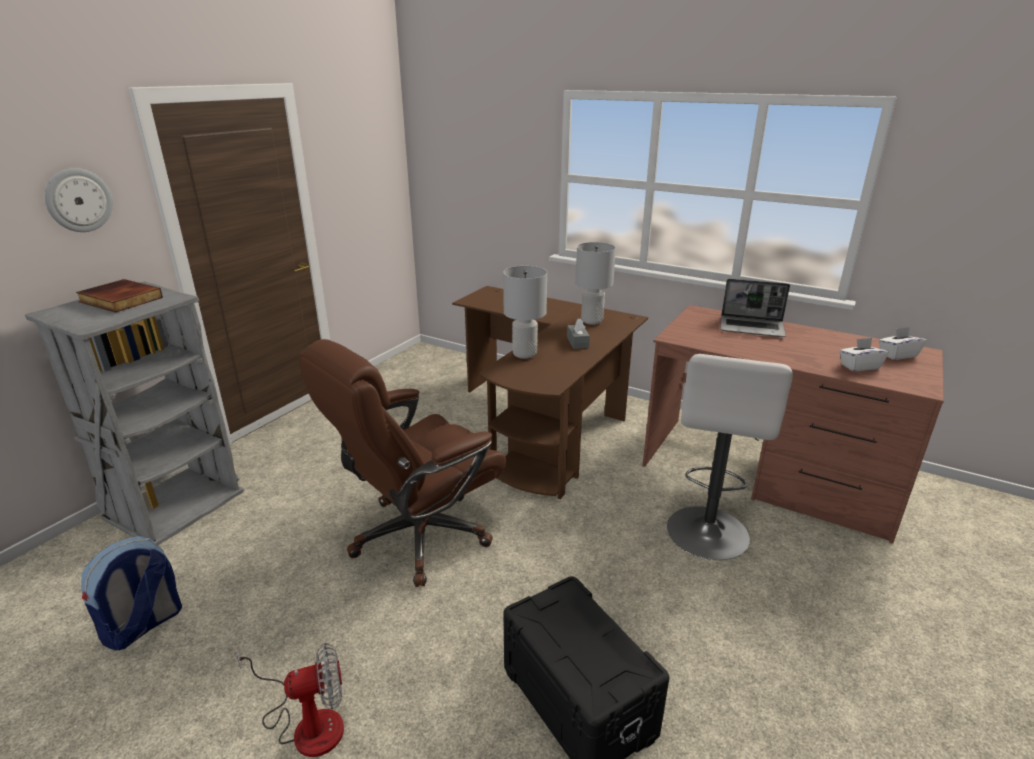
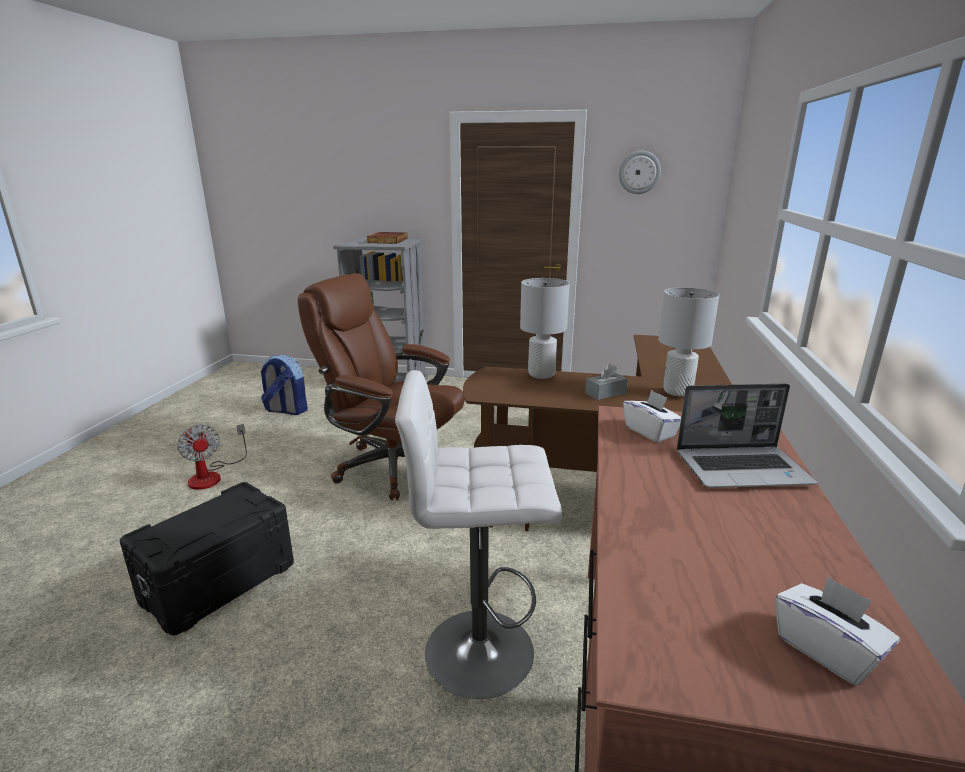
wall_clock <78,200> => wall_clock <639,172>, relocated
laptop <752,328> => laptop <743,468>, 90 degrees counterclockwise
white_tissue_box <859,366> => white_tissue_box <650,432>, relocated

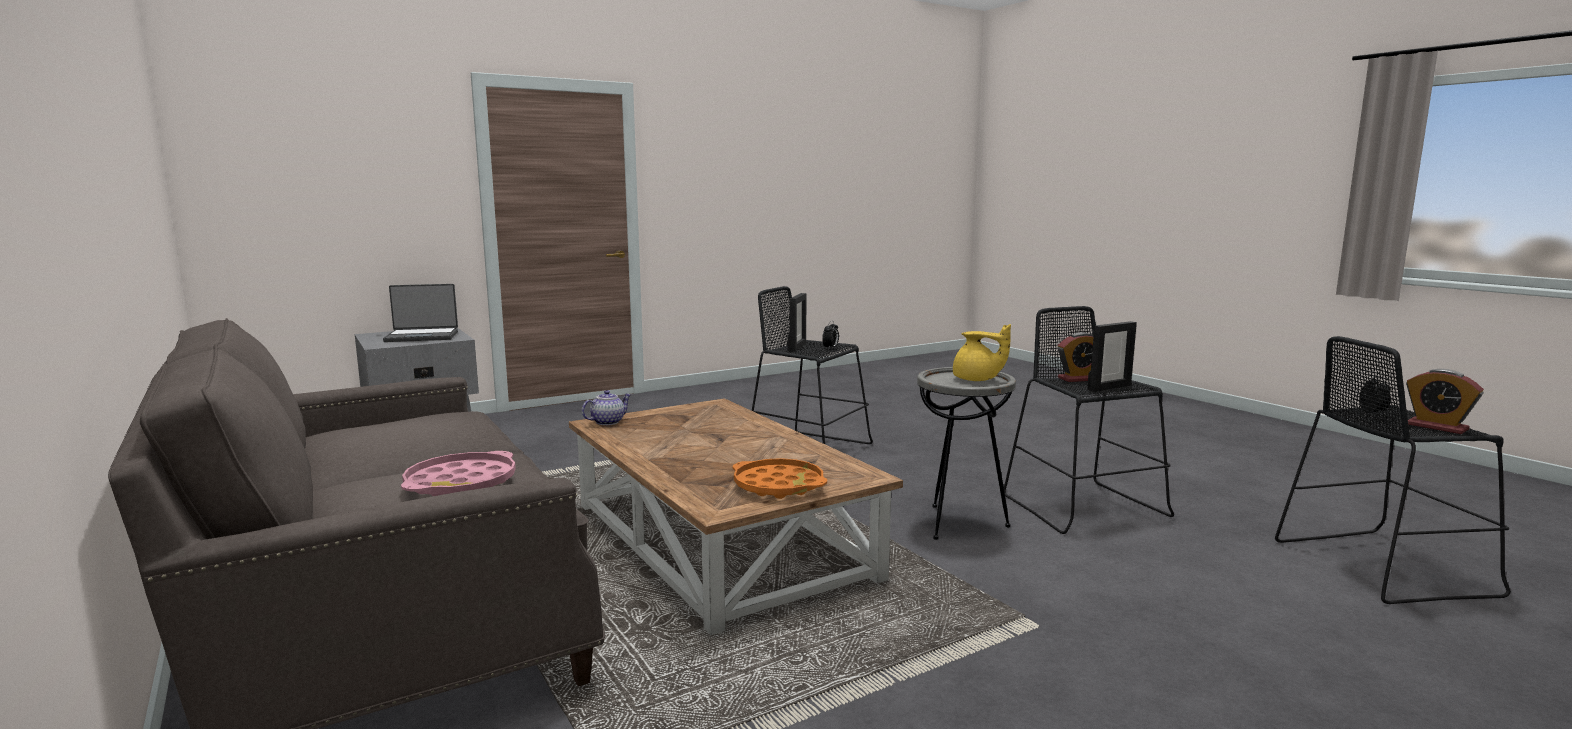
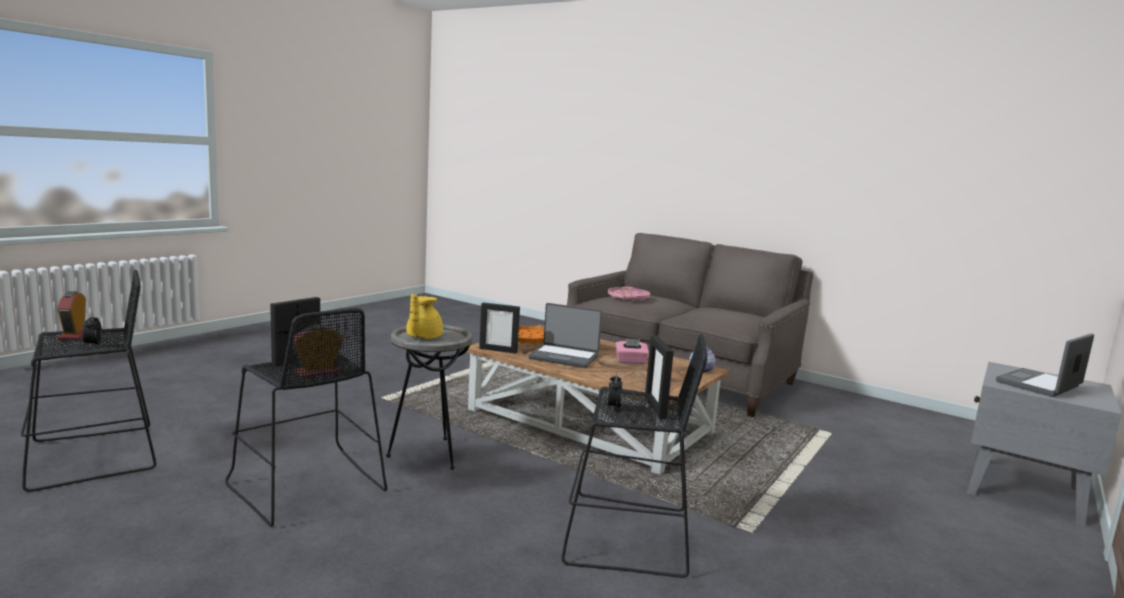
yellow_teapot <977,380> => yellow_teapot <422,337>, 75 degrees counterclockwise
alarm_clock <1437,427> => alarm_clock <74,335>, 135 degrees counterclockwise
nothing => picture_frame <498,350>
nothing => laptop <564,357>
nothing => pink_tissue_box <630,361>

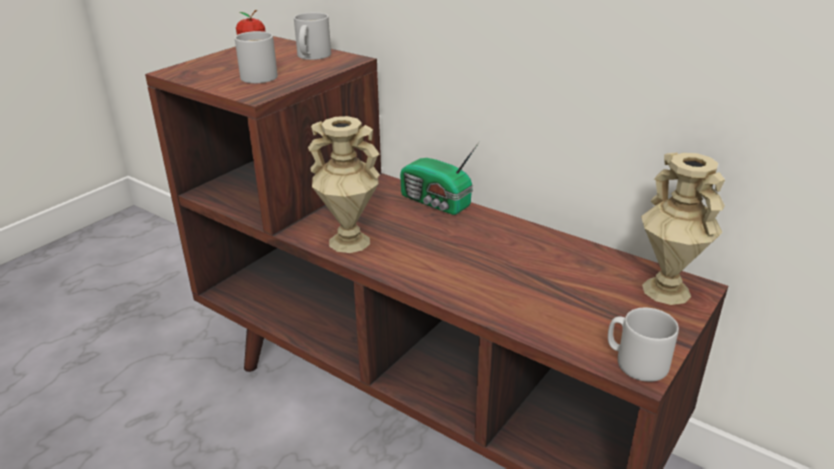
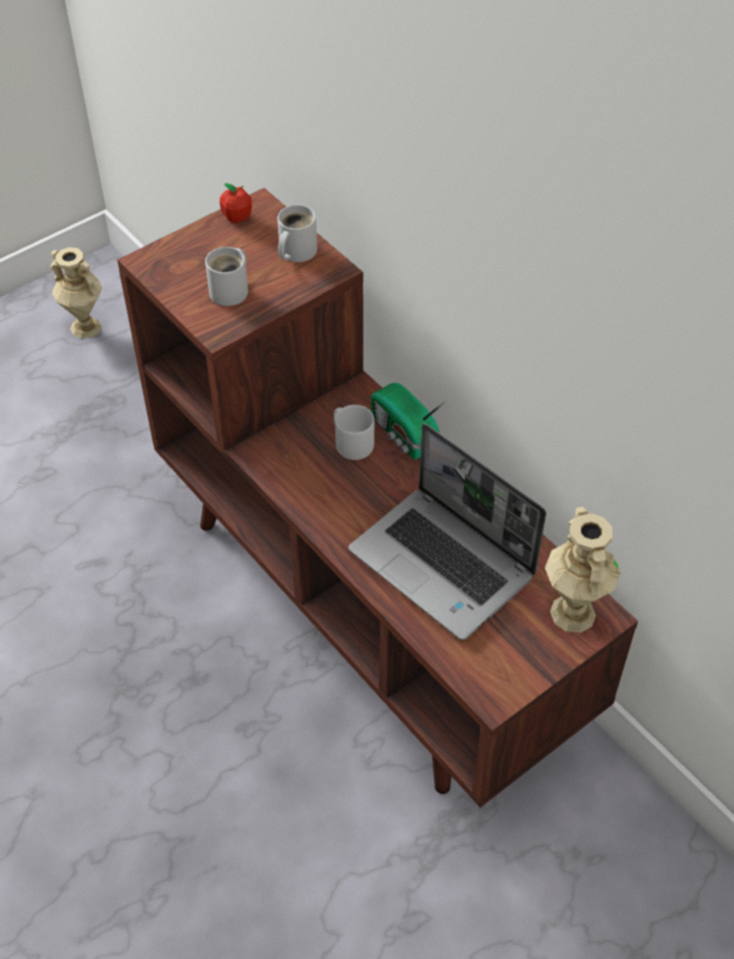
beige_vase <348,242> => beige_vase <85,328>, relocated
grey_mug <635,362> => grey_mug <351,443>, relocated
nothing => laptop <444,564>

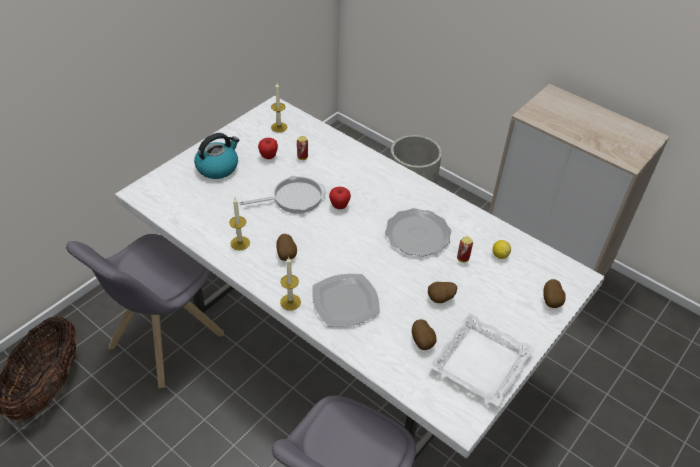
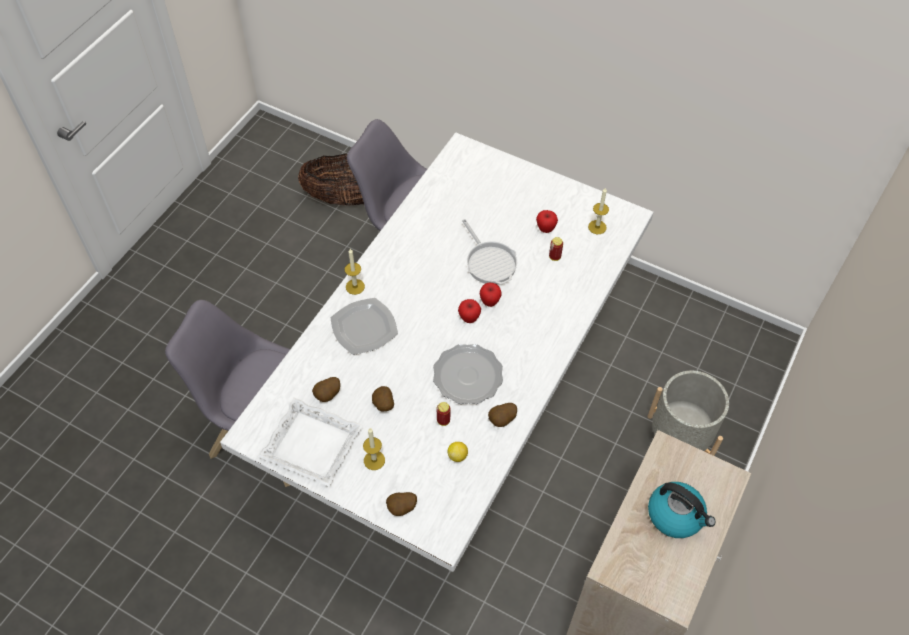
kettle <218,167> => kettle <676,515>, relocated
candle <240,243> => candle <374,460>, relocated
potato <287,255> => potato <502,420>, relocated
nothing => apple <469,318>

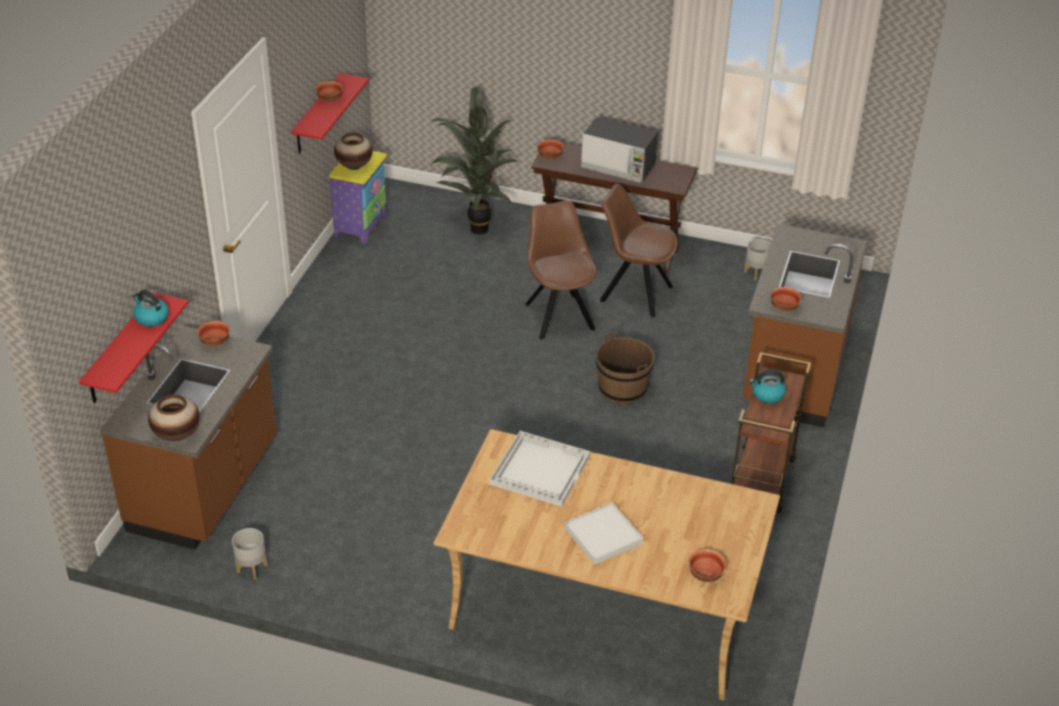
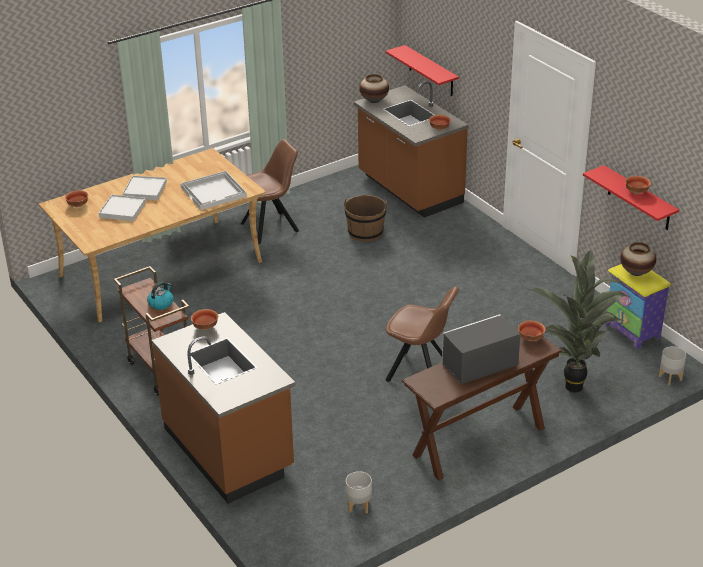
kettle <151,318> => nothing
grey_planter <251,568> => grey_planter <670,378>, relocated
brown_bucket <622,388> => brown_bucket <365,232>, relocated
brown_chair <635,294> => brown_chair <270,227>, relocated
nothing => white_tray <122,210>

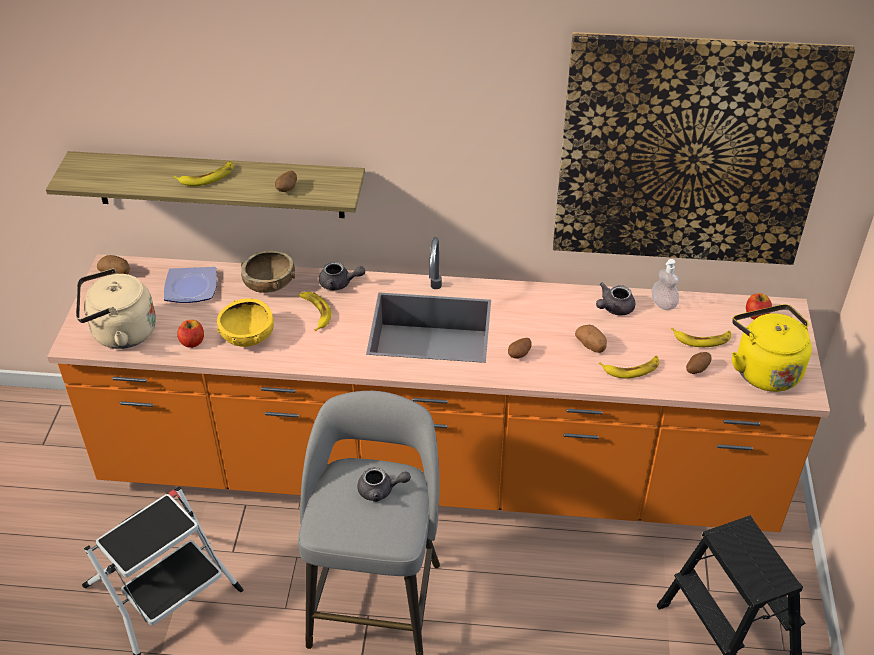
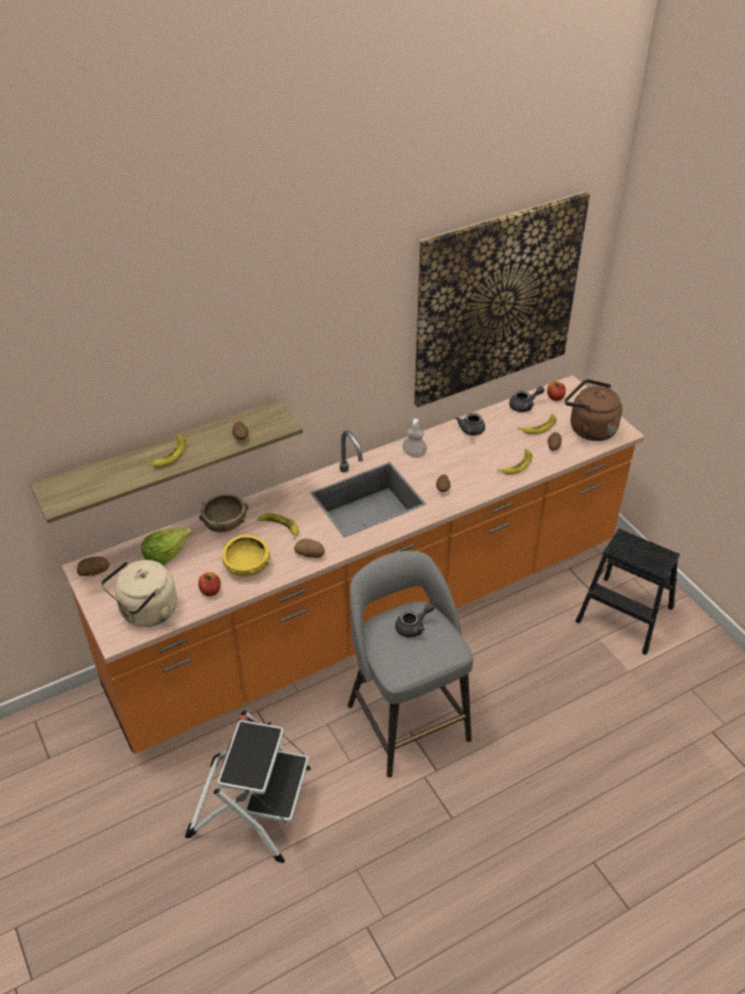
plate <190,287> => lettuce <166,554>
grey_teapot <339,283> => grey_teapot <524,406>, relocated
potato <591,346> => potato <310,554>, relocated
soap_dispenser <663,304> => soap_dispenser <414,454>, relocated
yellow_kettle <764,369> => brown_kettle <589,428>

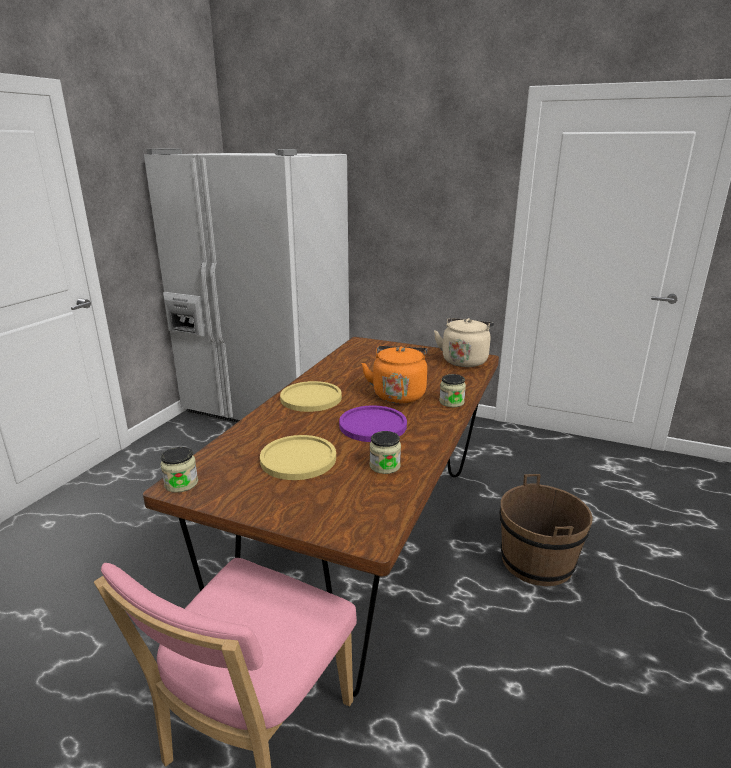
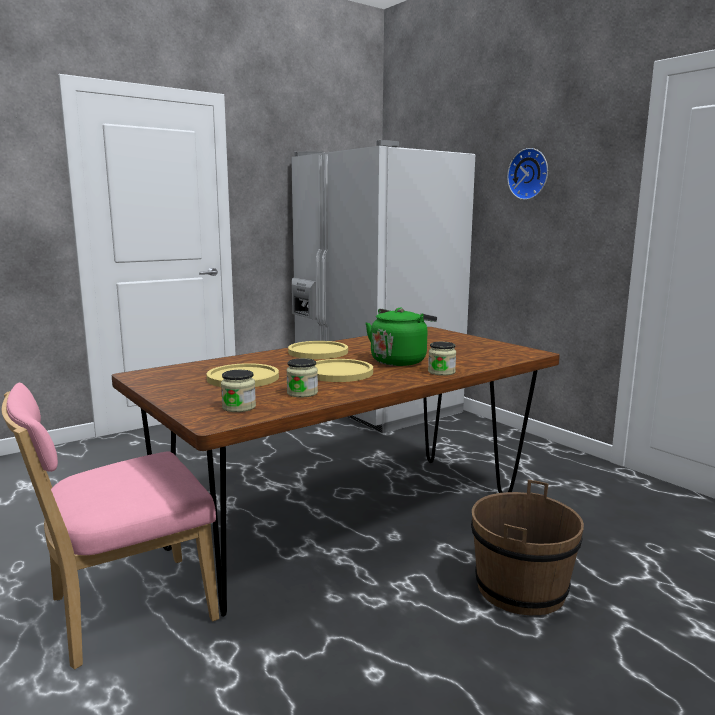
jar <181,483> => jar <239,407>, relocated
purple_plate <373,425> => yellow_plate <339,372>
orange_kettle <398,394> => green_kettle <400,360>
beige_kettle <464,360> => nothing
nothing => wall_clock <529,174>

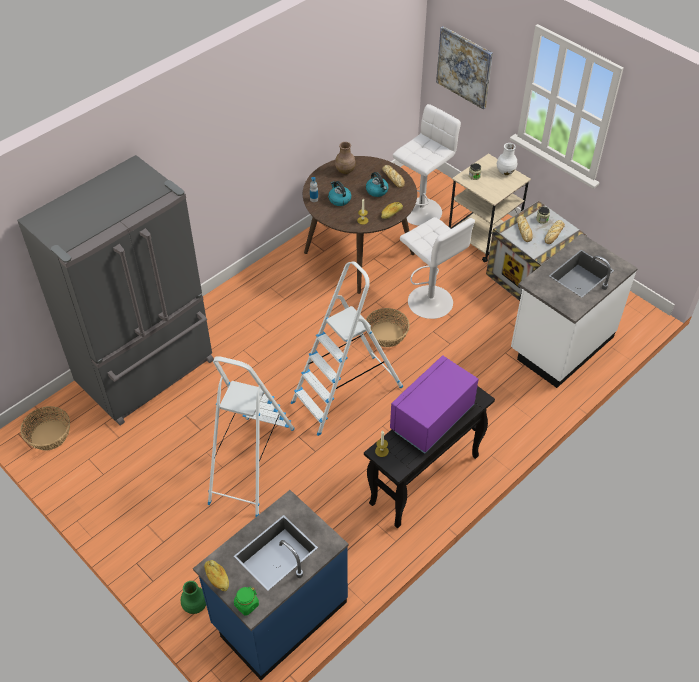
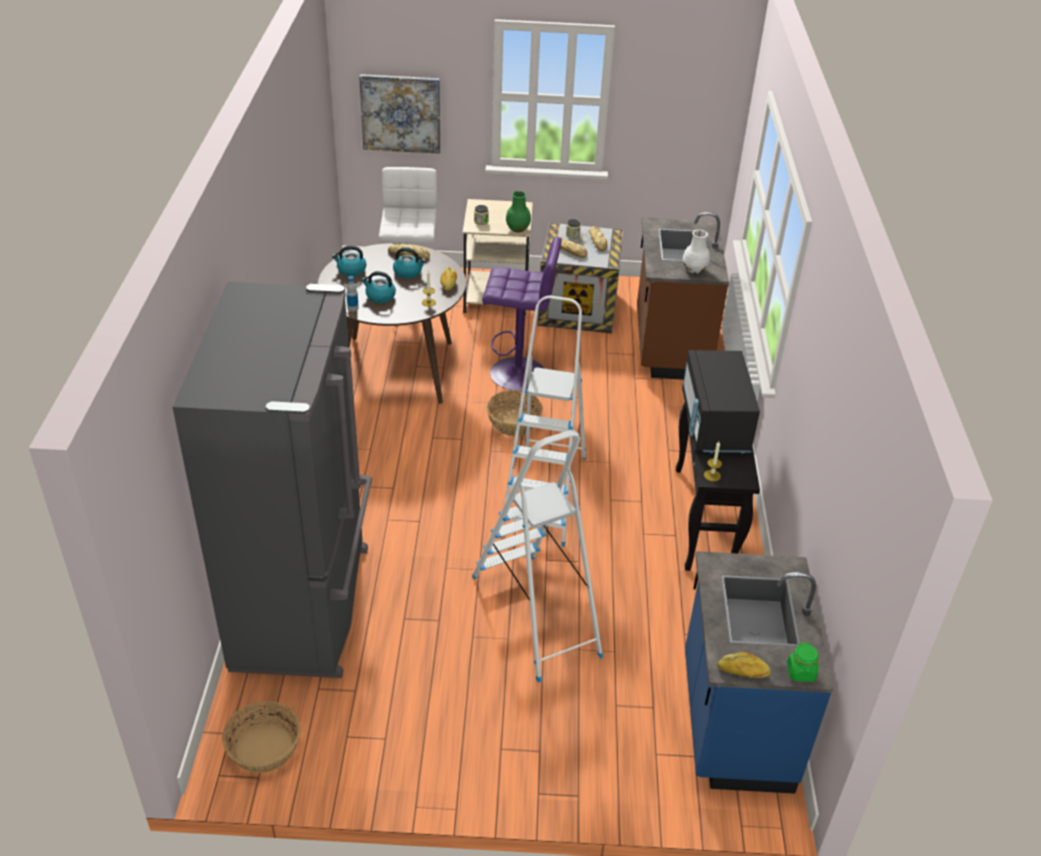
green_vase <195,606> => green_vase <517,229>, relocated
brown_vase <345,171> => kettle <351,270>
purple_microwave <431,418> => black_microwave <714,424>
white_stool <430,302> => purple_stool <518,374>
white_vase <505,172> => white_vase <694,270>, relocated
white_counter <560,344> => brown_counter <669,346>

